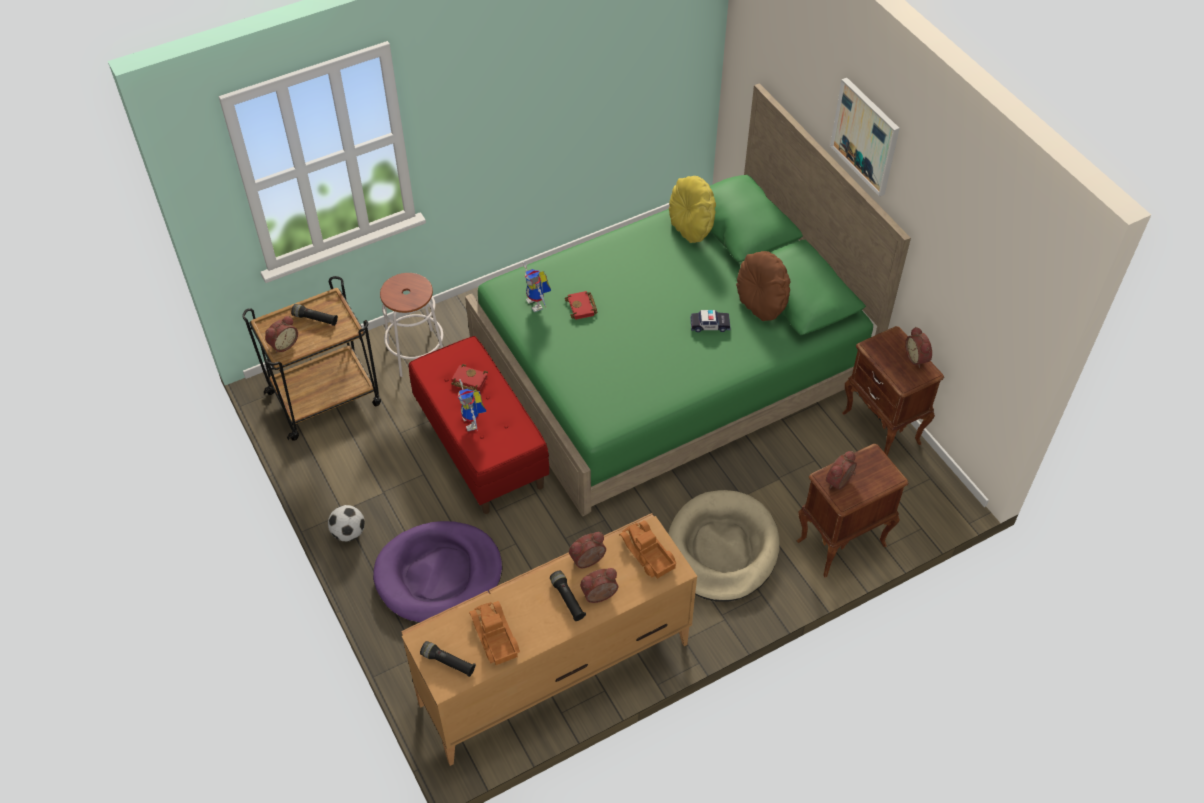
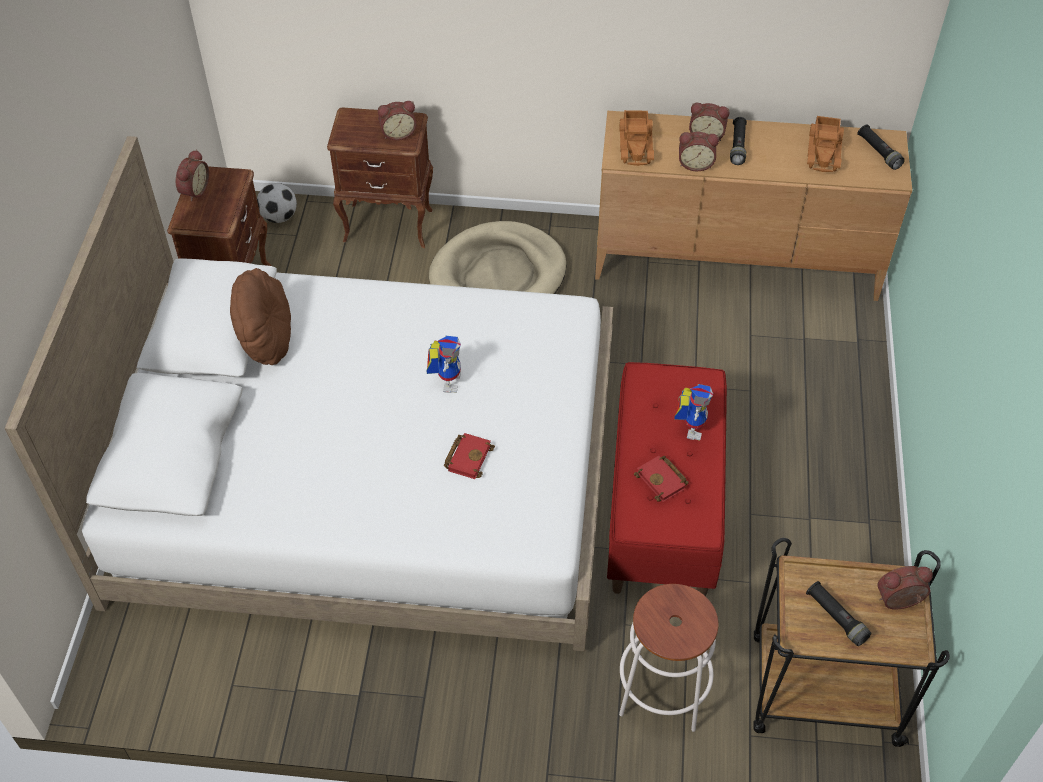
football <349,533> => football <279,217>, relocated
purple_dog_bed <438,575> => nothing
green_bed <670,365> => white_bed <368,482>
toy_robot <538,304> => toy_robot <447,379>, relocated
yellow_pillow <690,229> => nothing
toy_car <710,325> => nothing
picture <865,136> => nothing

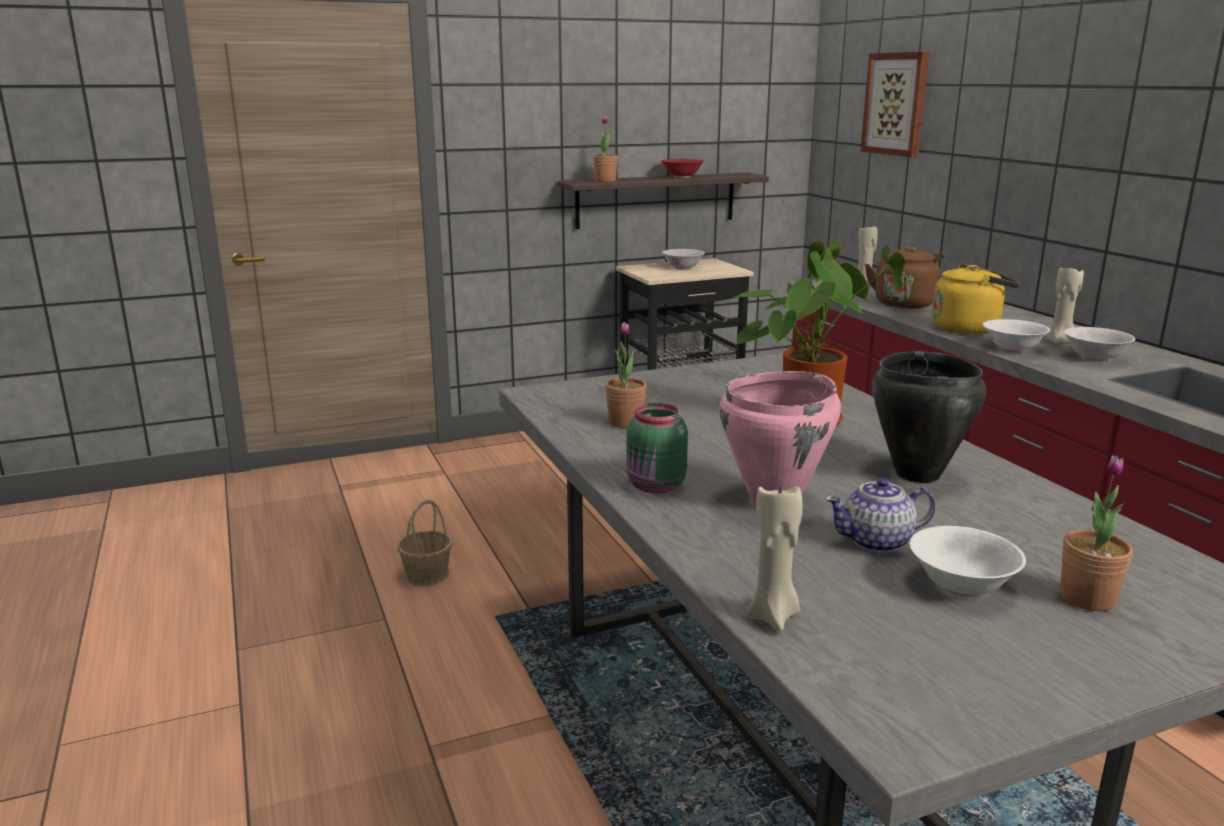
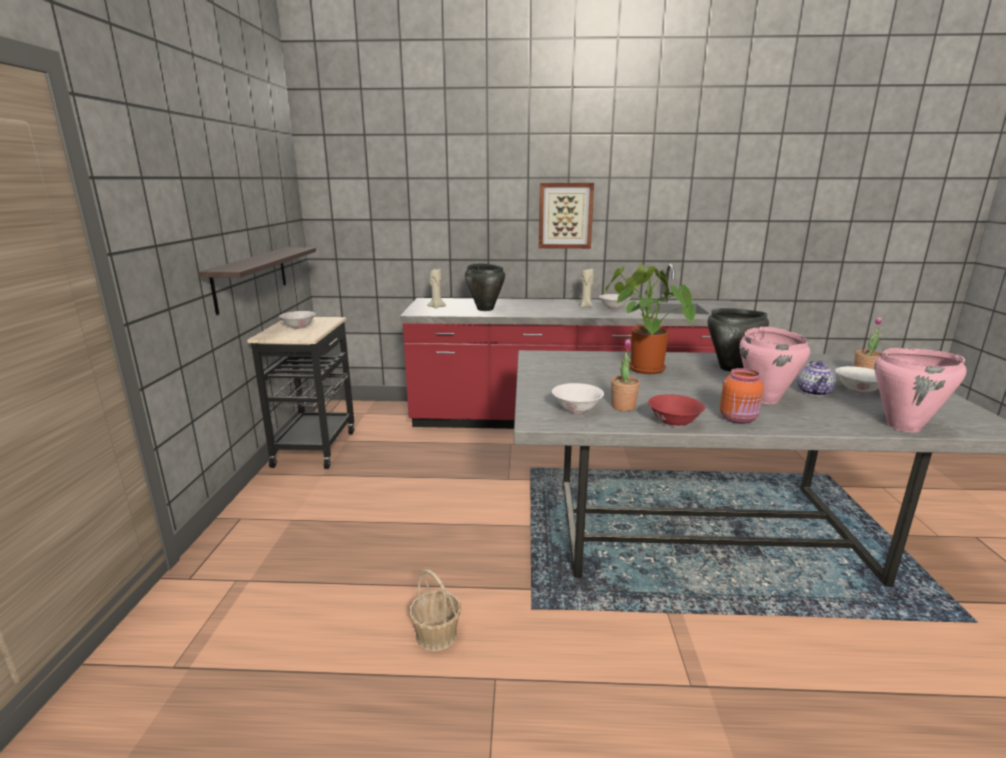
potted_plant <605,181> => nothing
green_jar <655,486> => orange_jar <739,419>
red_bowl <682,177> => red_bowl <674,422>, relocated
beige_candle <773,616> => pink_cooking_pot <904,427>
picture <896,104> => picture <565,216>, relocated
brown_kettle <904,303> => black_cooking_pot <485,309>
yellow_kettle <969,328> => nothing
white_bowl <1013,349> => white_bowl <577,409>, relocated

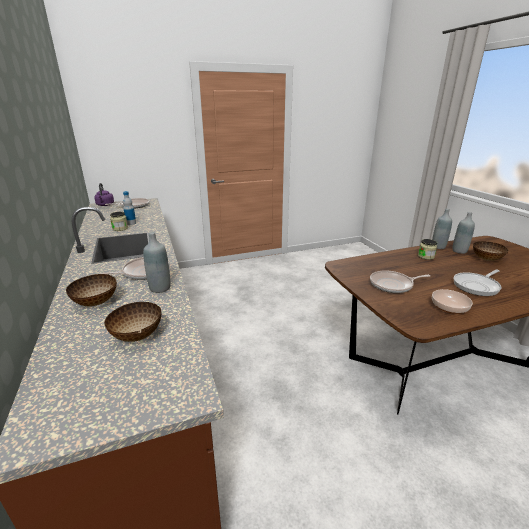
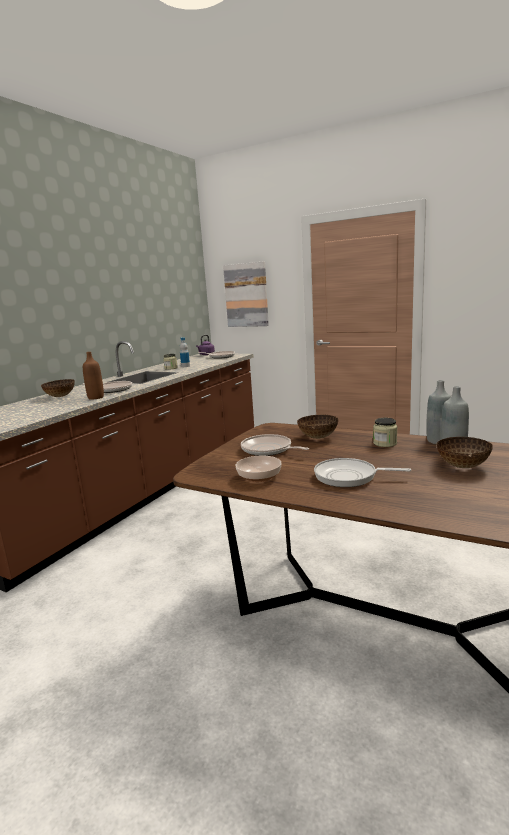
bowl <136,335> => bowl <317,437>, relocated
grey_bottle <160,288> => brown_bottle <96,397>
nothing => picture <246,295>

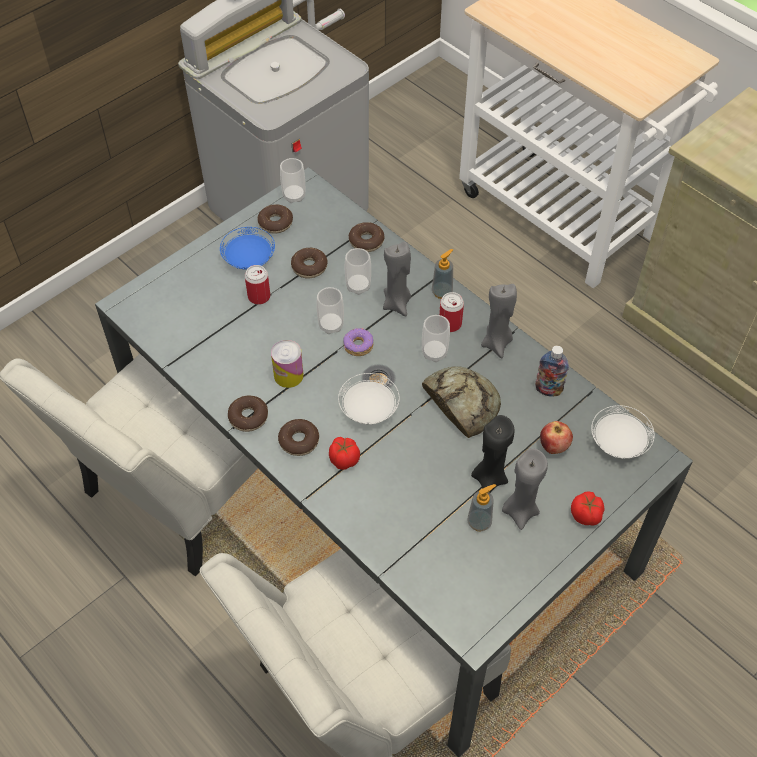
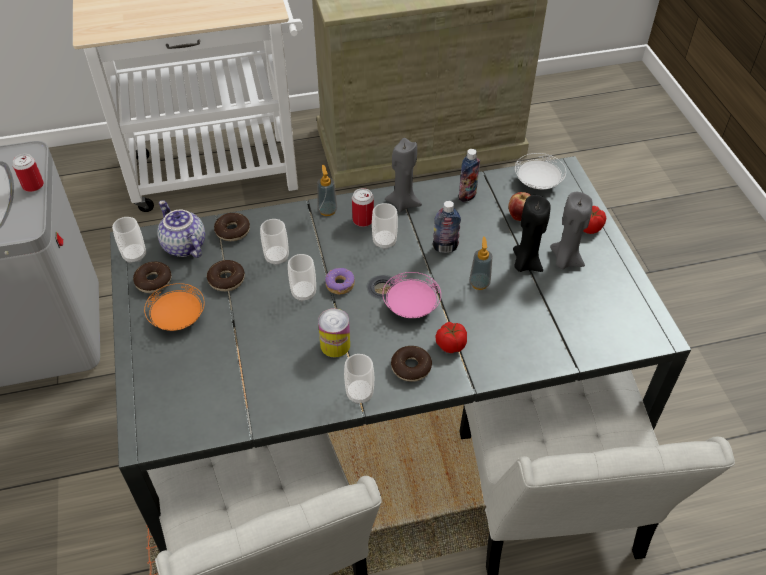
blue_plate <249,259> => orange_plate <178,318>
donut <248,417> => cup <359,393>
can <259,296> => can <33,185>, relocated
white_plate <368,409> => pink_plate <411,306>
grey_candle <397,303> => nothing
bread <462,403> => bottle <445,248>
soap_dispenser <479,522> => soap_dispenser <479,283>, relocated
nothing => teapot <183,246>

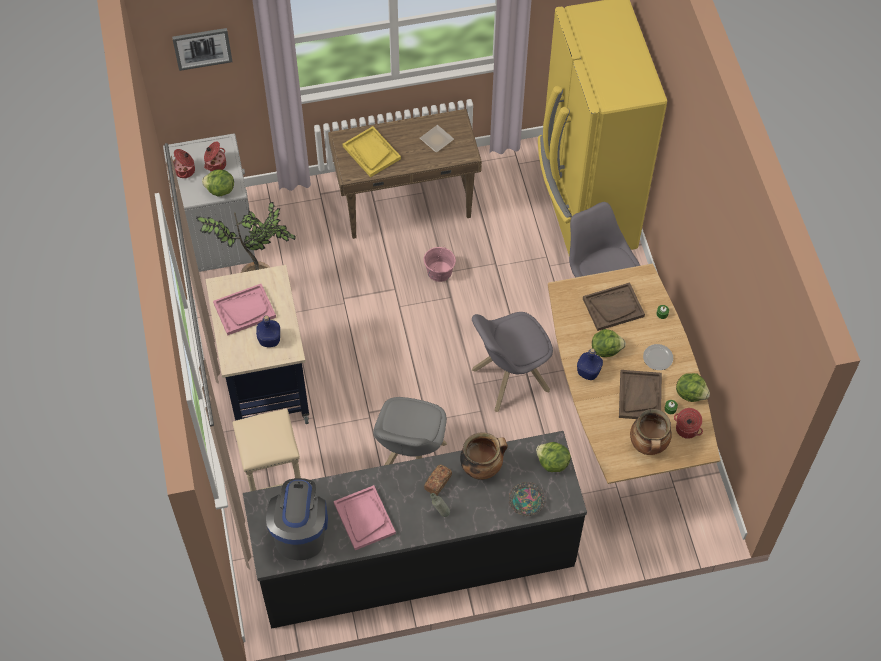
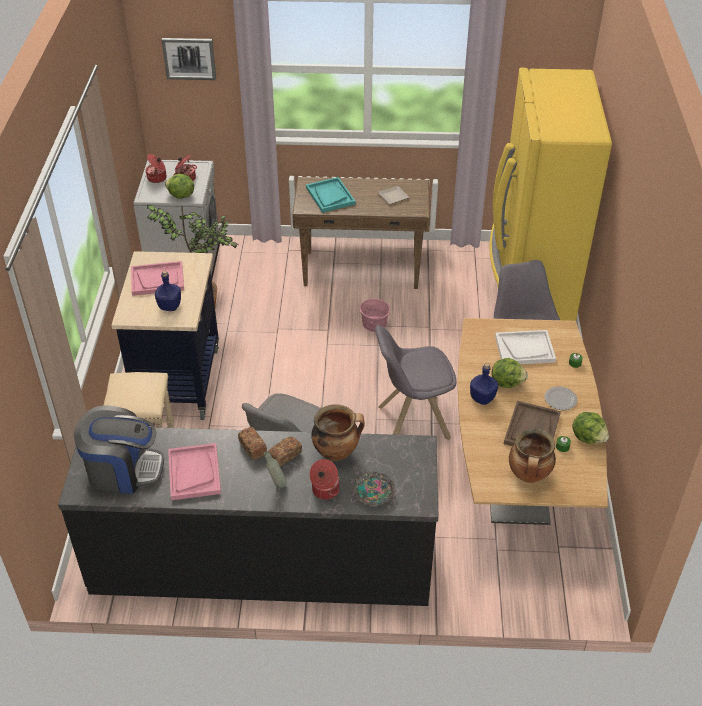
coffee_machine <300,530> => coffee_machine <123,470>, 75 degrees clockwise
yellow_tray <371,152> => turquoise_tray <330,196>
lettuce <552,463> => nothing
brown_tray <613,307> => white_tray <525,349>
cooking_pot <686,429> => cooking_pot <325,490>, relocated
nothing => bread <252,448>

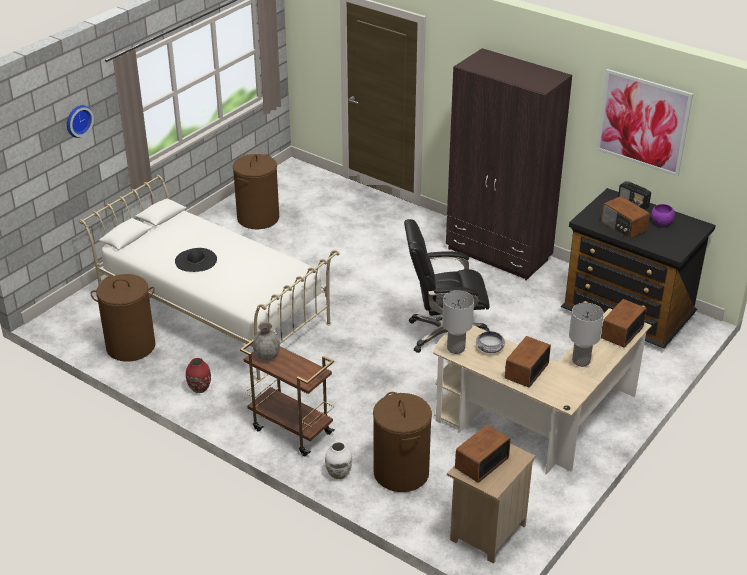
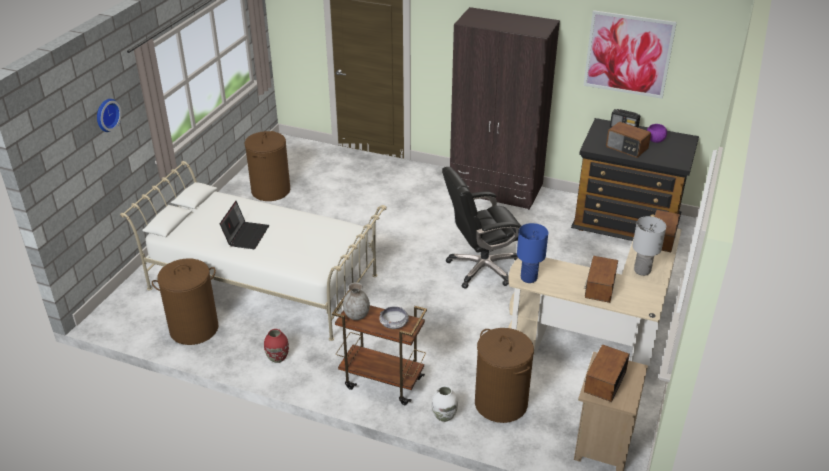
black_hat <196,260> => laptop <246,235>
grey_table_lamp <456,350> => blue_table_lamp <529,279>
bowl <489,348> => bowl <394,323>, relocated

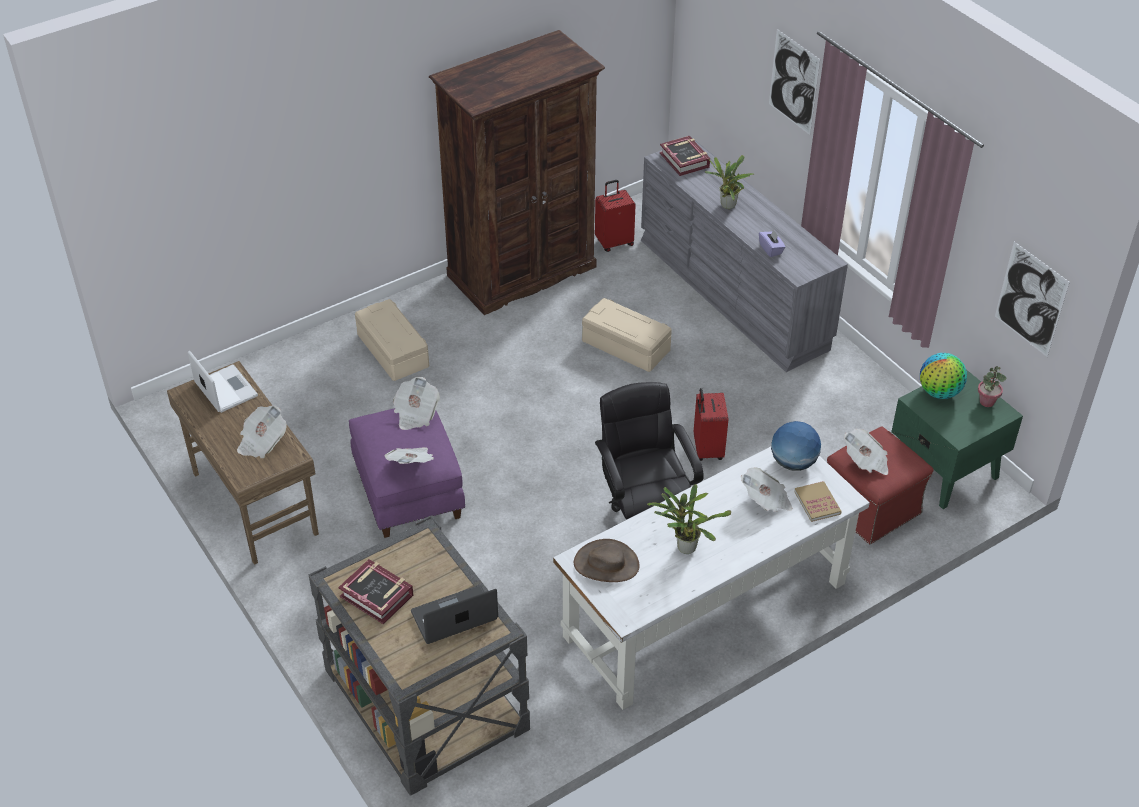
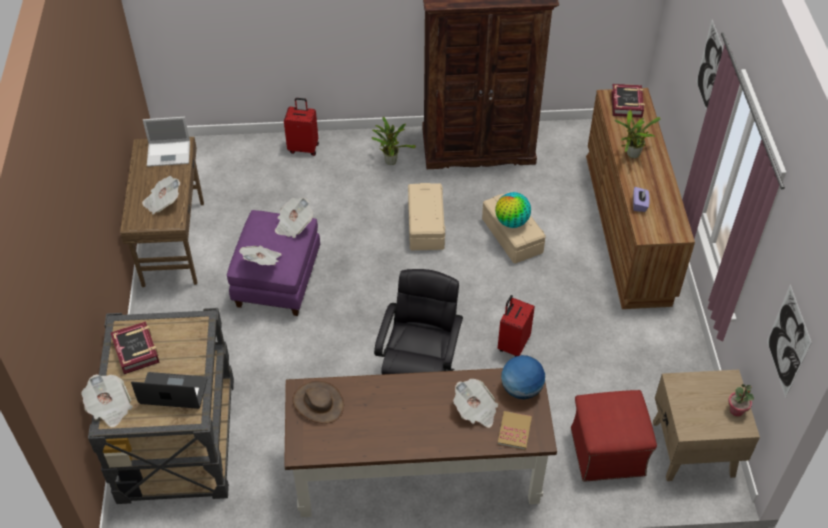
laptop <225,389> => laptop <169,153>, 90 degrees clockwise
beige_storage_box <392,351> => beige_storage_box <425,225>, relocated
white_desk <705,610> => brown_desk <416,471>
red_suitcase <614,242> => red_suitcase <304,148>, relocated
grey_dresser <734,292> => brown_dresser <628,226>
potted_plant <684,546> => potted_plant <390,160>, relocated
newspaper <865,462> => newspaper <109,407>, relocated
green_nightstand <945,470> => beige_nightstand <693,449>
globe <939,392> => globe <512,222>, relocated

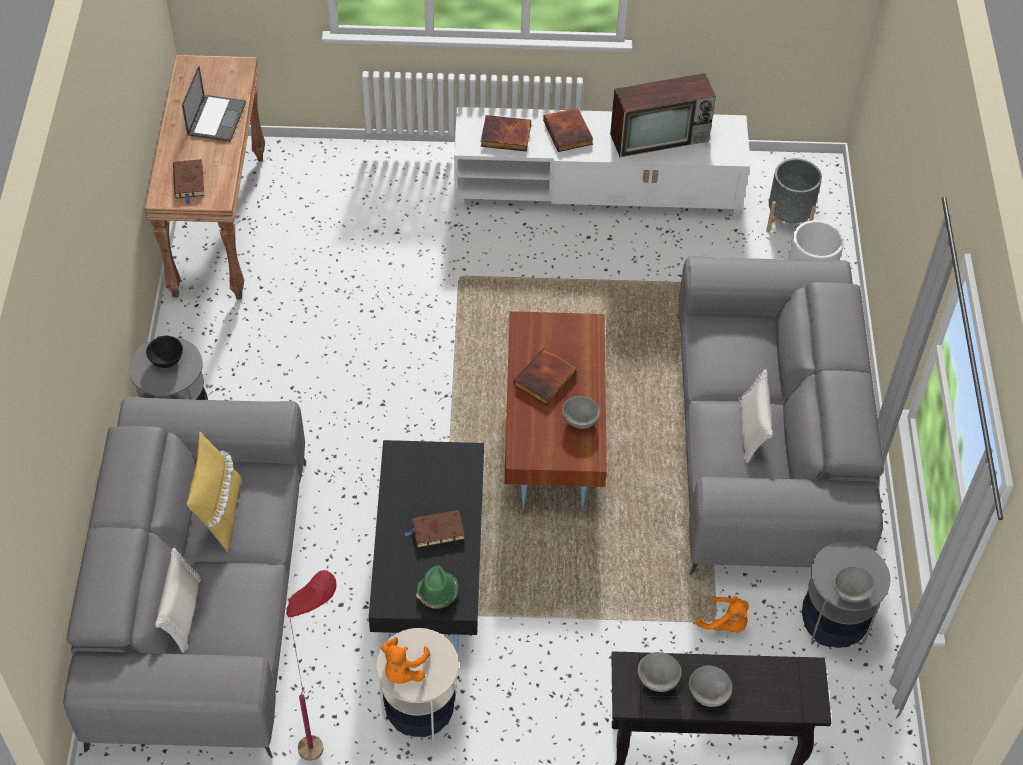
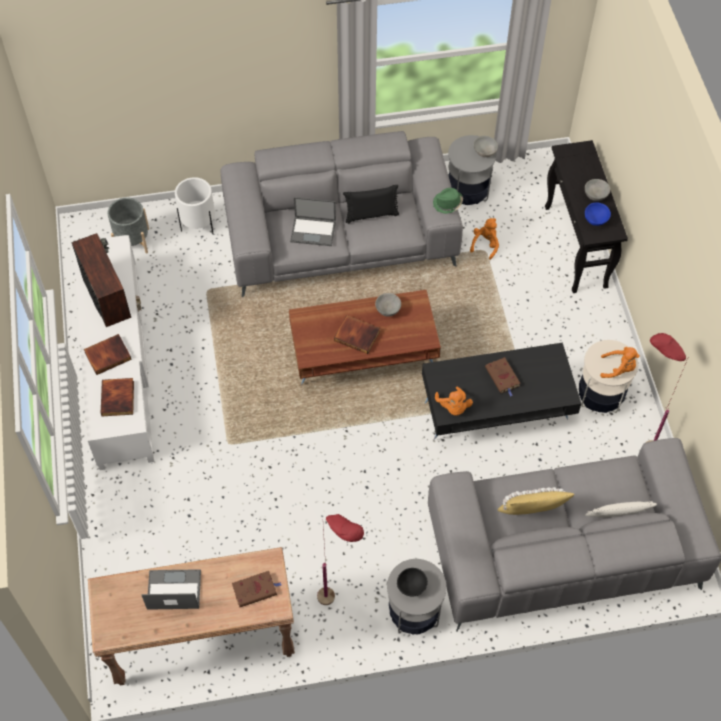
green_hat <437,592> => green_hat <447,204>, relocated
grey_bowl <657,680> => blue_bowl <596,220>
white_pillow <752,431> => black_pillow <371,214>
nothing => laptop <314,231>
nothing => red_floor_lamp <340,605>
nothing => orange_plush_toy <453,407>

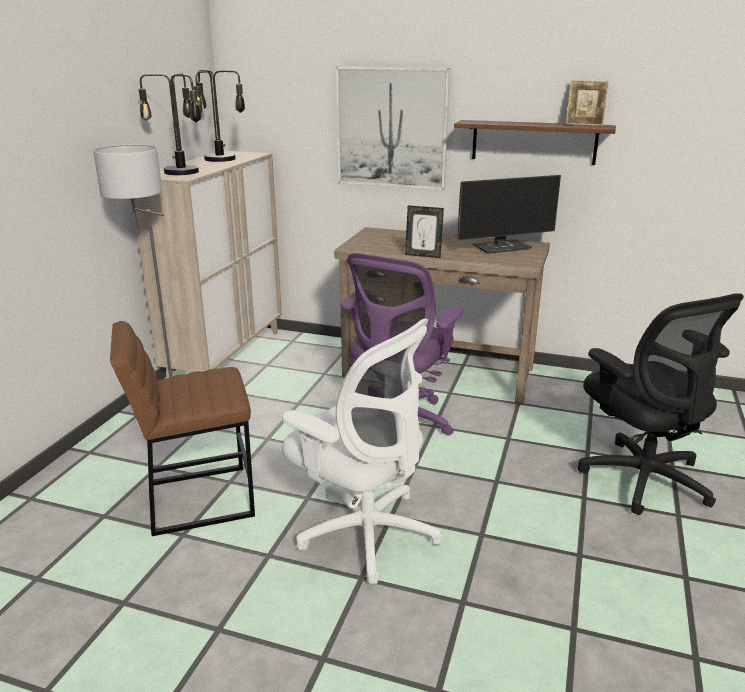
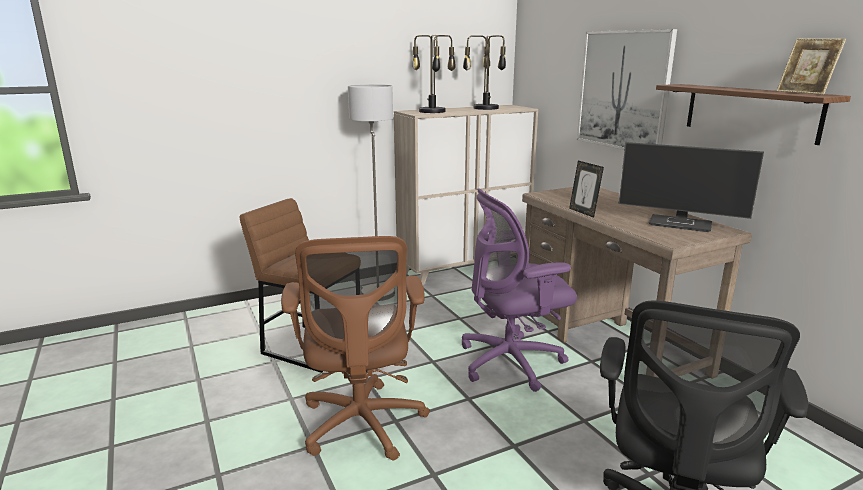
white_office_chair <359,531> => brown_office_chair <360,417>

